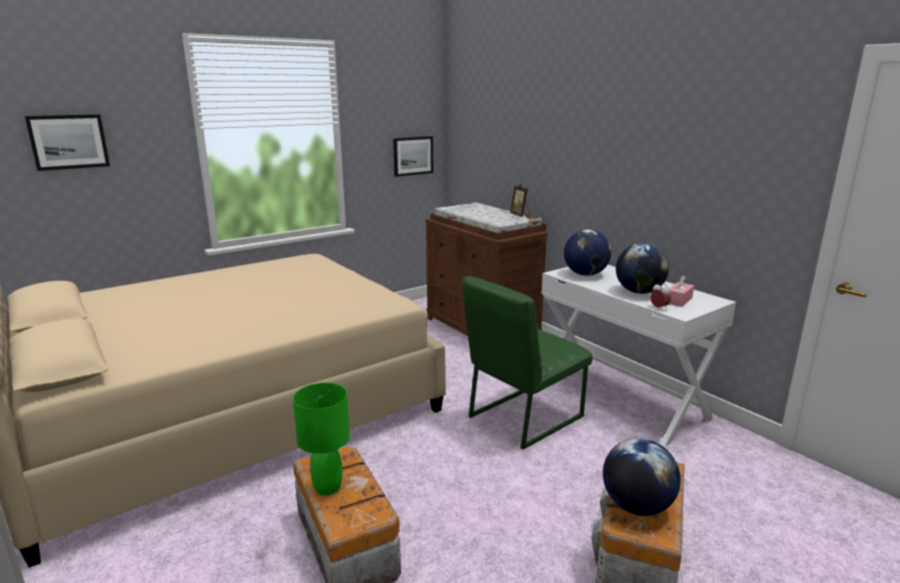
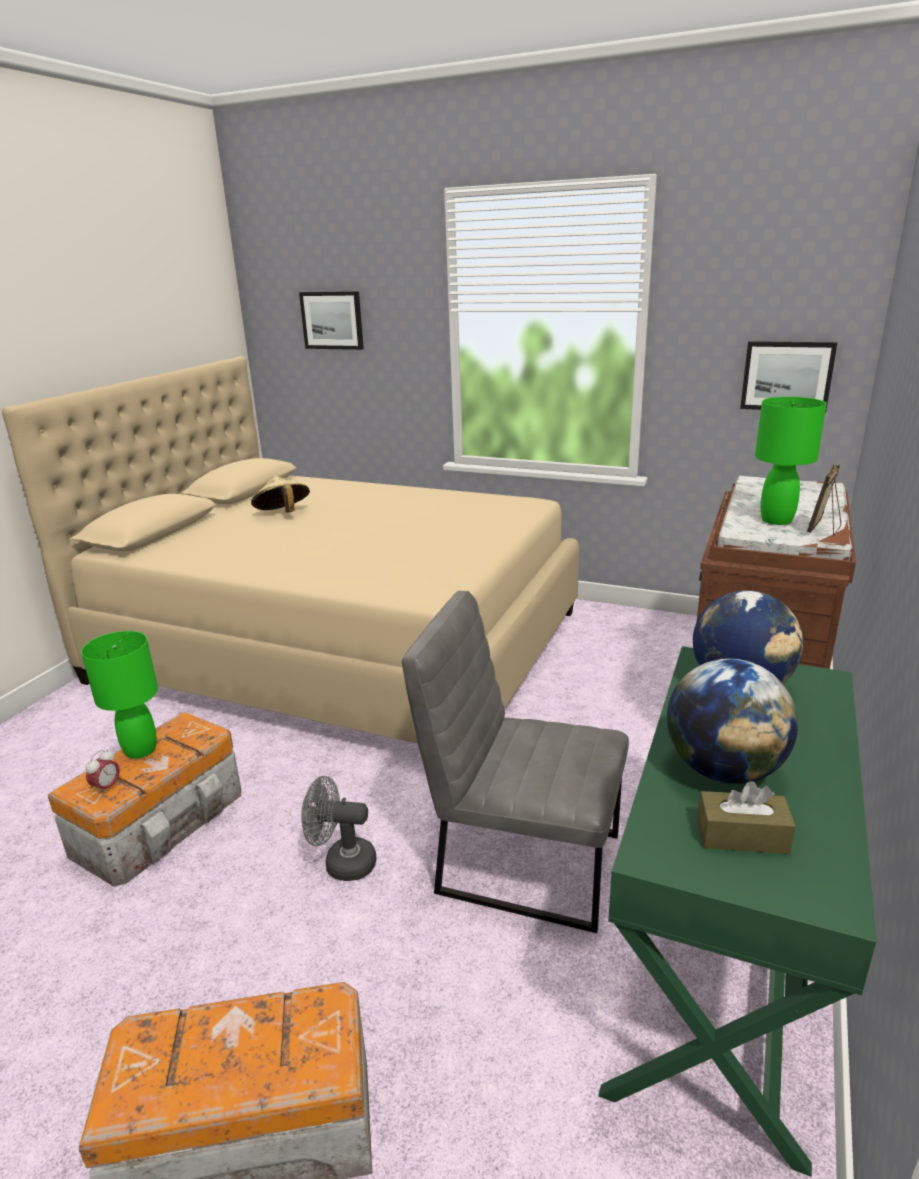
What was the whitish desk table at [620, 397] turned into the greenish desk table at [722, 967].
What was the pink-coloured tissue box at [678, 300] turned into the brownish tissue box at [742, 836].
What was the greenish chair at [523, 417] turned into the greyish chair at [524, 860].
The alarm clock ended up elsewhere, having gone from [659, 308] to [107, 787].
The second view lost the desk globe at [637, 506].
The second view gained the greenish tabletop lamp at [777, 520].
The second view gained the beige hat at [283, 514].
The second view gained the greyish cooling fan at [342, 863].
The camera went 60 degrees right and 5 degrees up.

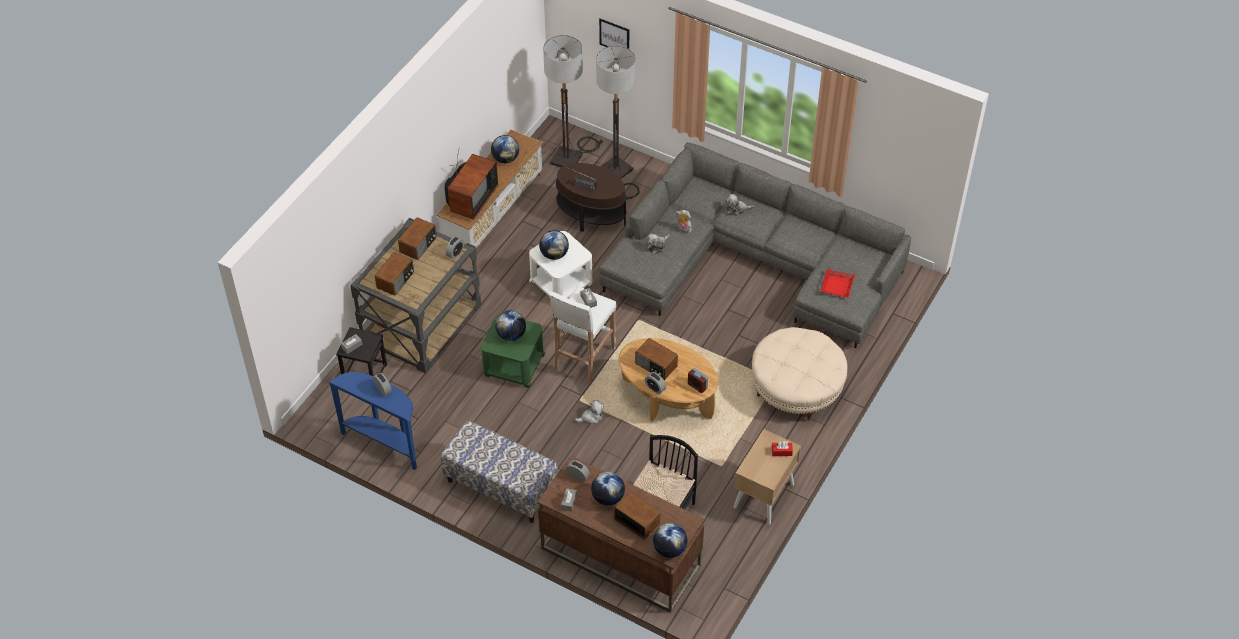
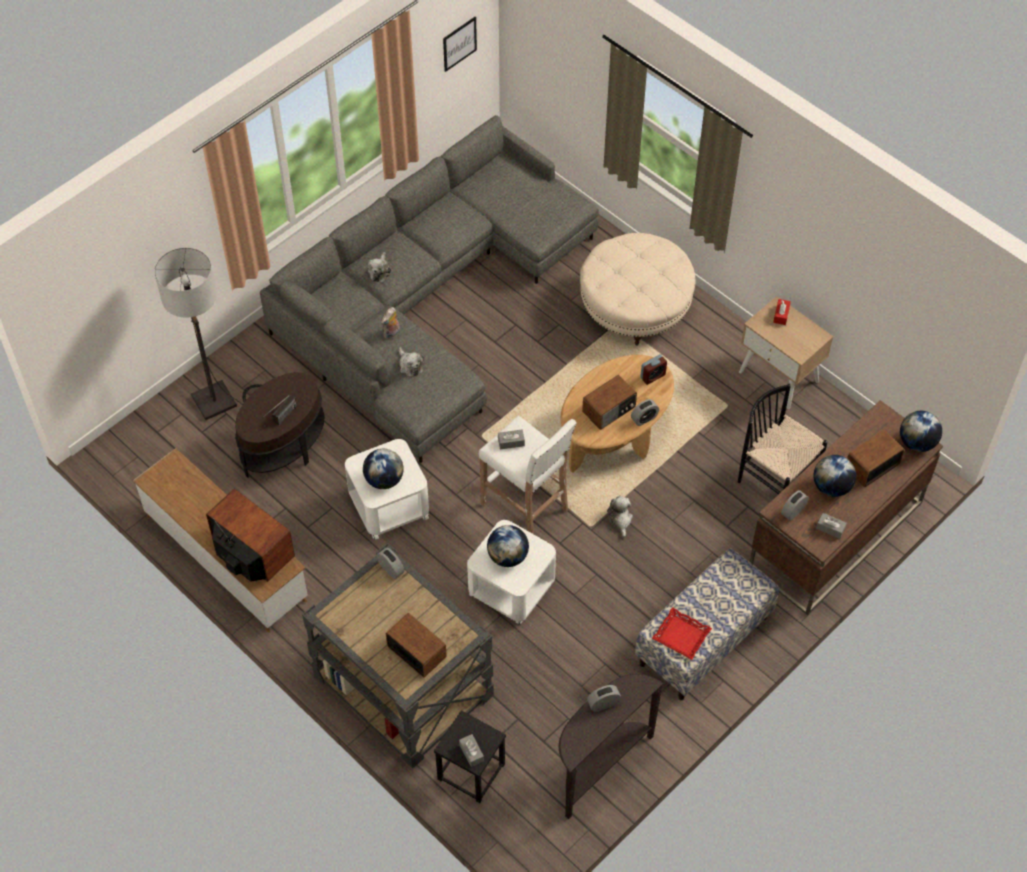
The wall art ended up elsewhere, having gone from [614, 36] to [459, 43].
The second view lost the standing lamp at [573, 155].
The second view lost the desk globe at [505, 159].
The second view lost the radio at [419, 245].
The red-coloured carrying tray ended up elsewhere, having gone from [836, 285] to [681, 636].
What was the greenish end table at [513, 365] turned into the whitish end table at [511, 588].
What was the blue-coloured console table at [384, 443] turned into the brownish console table at [599, 766].
The camera went 75 degrees left and 5 degrees up.

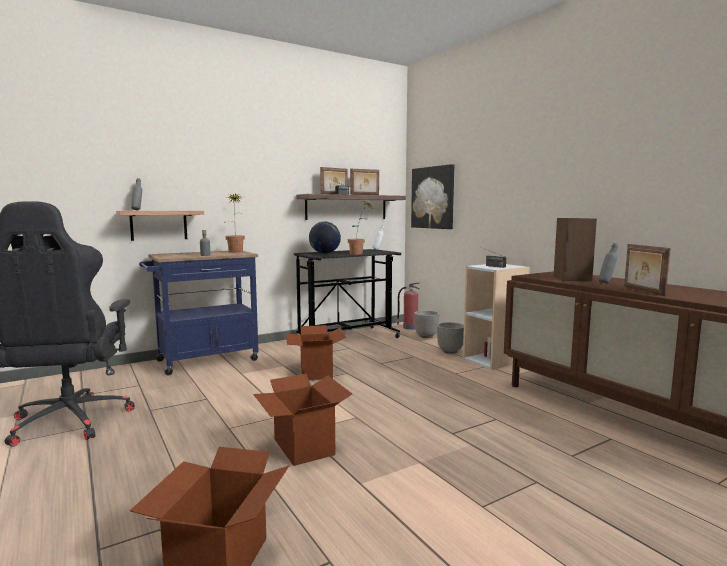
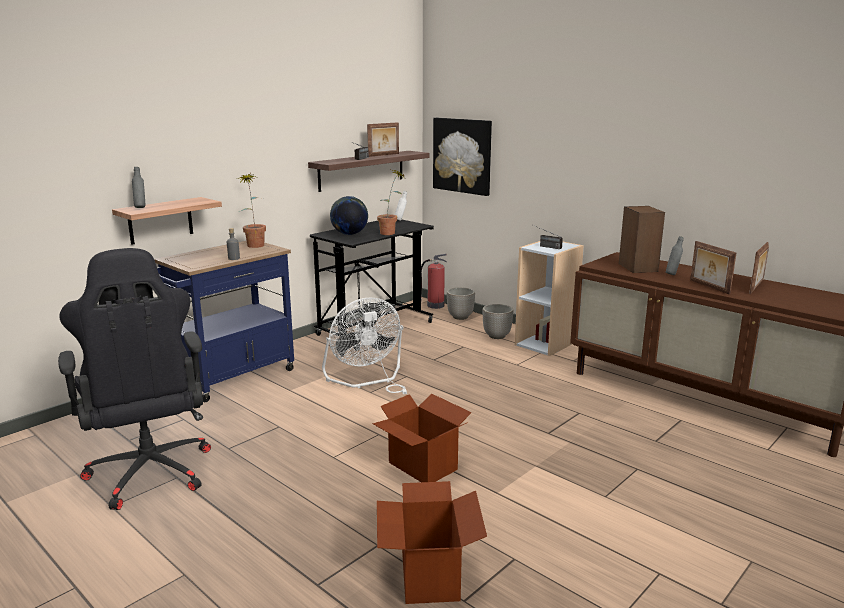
The photo frame ended up elsewhere, having gone from [334, 194] to [756, 287].
Where the packing box stood at [315, 372], the whitish cooling fan came to stand at [372, 379].
The camera went 15 degrees left and 10 degrees up.

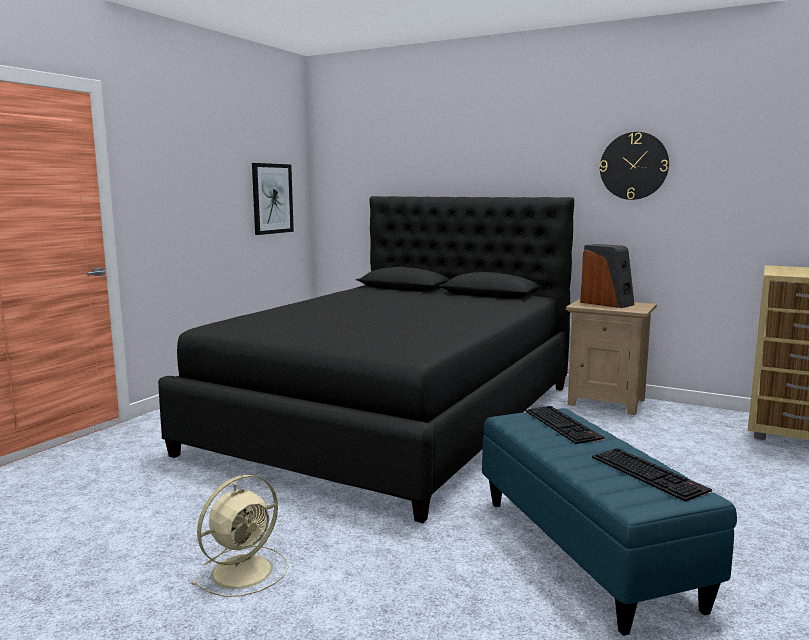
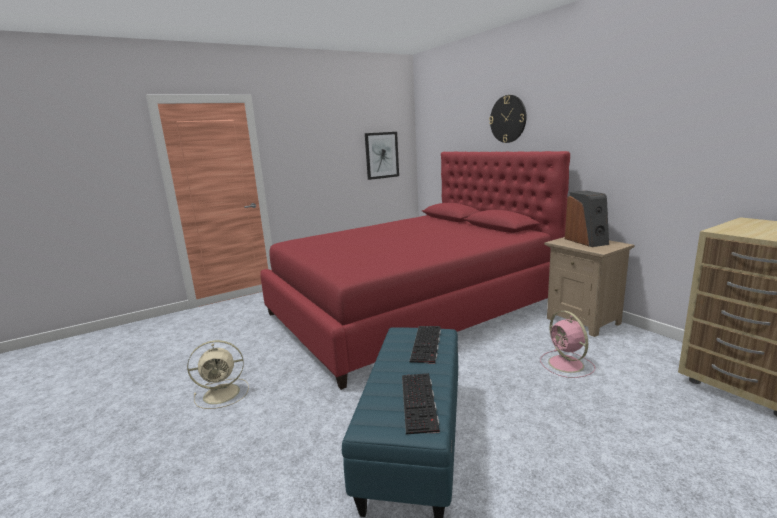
The wall clock ended up elsewhere, having gone from [634, 166] to [508, 119].
What was the black bedroom bed at [394, 417] turned into the red-coloured bedroom bed at [412, 309].
The second view gained the pink-coloured cooling fan at [567, 364].
The camera went 30 degrees right and 5 degrees up.

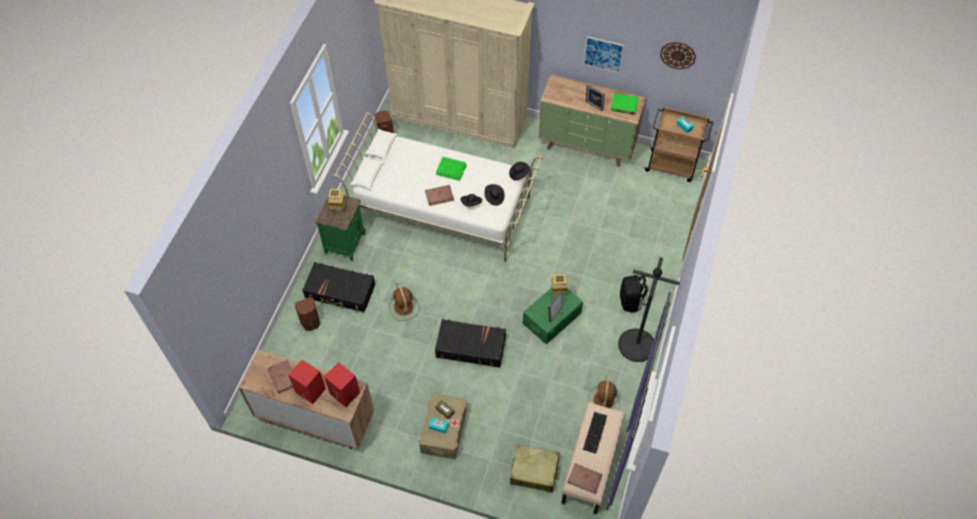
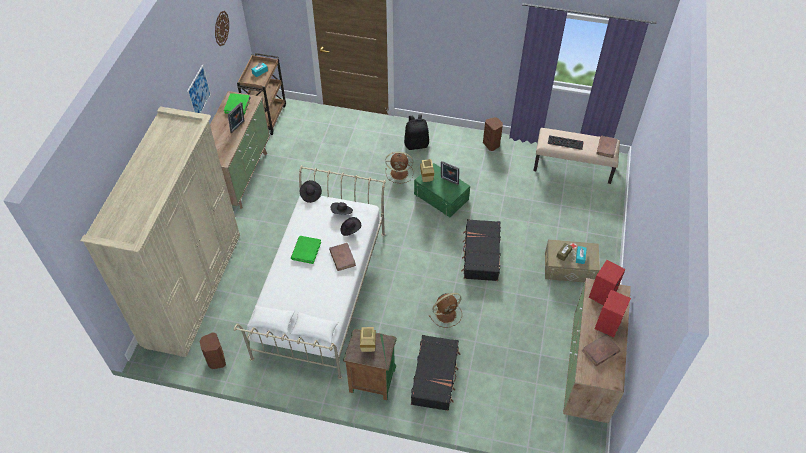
The second view lost the black garment stand at [636, 345].
The brownish speaker ended up elsewhere, having gone from [311, 323] to [492, 144].
The brownish cooling fan ended up elsewhere, having gone from [603, 401] to [400, 173].
The second view lost the beige suitcase at [534, 471].
The camera went 95 degrees left and 5 degrees down.

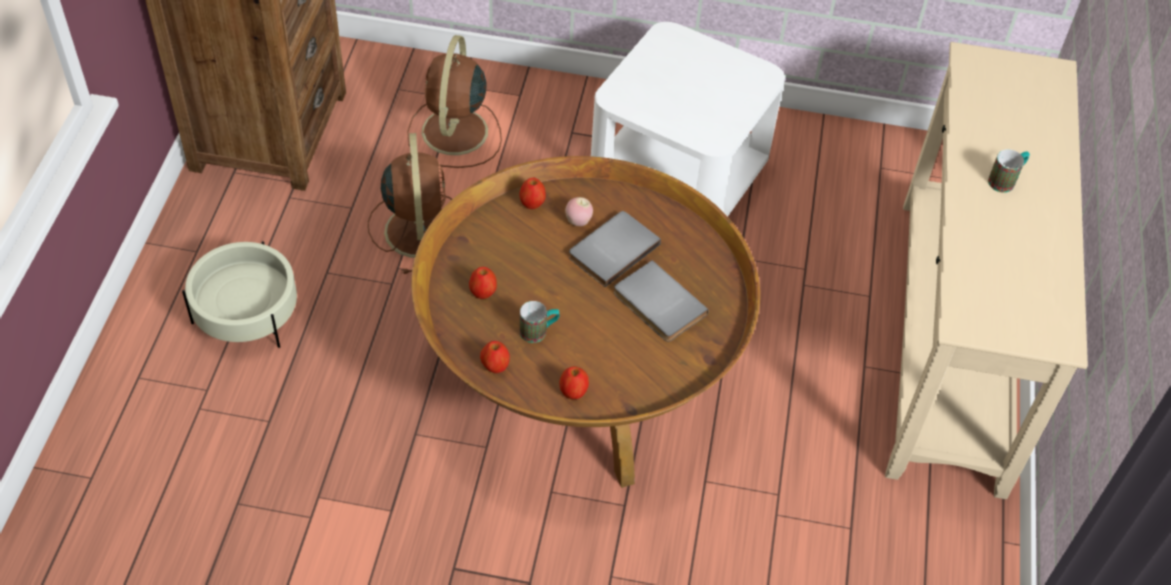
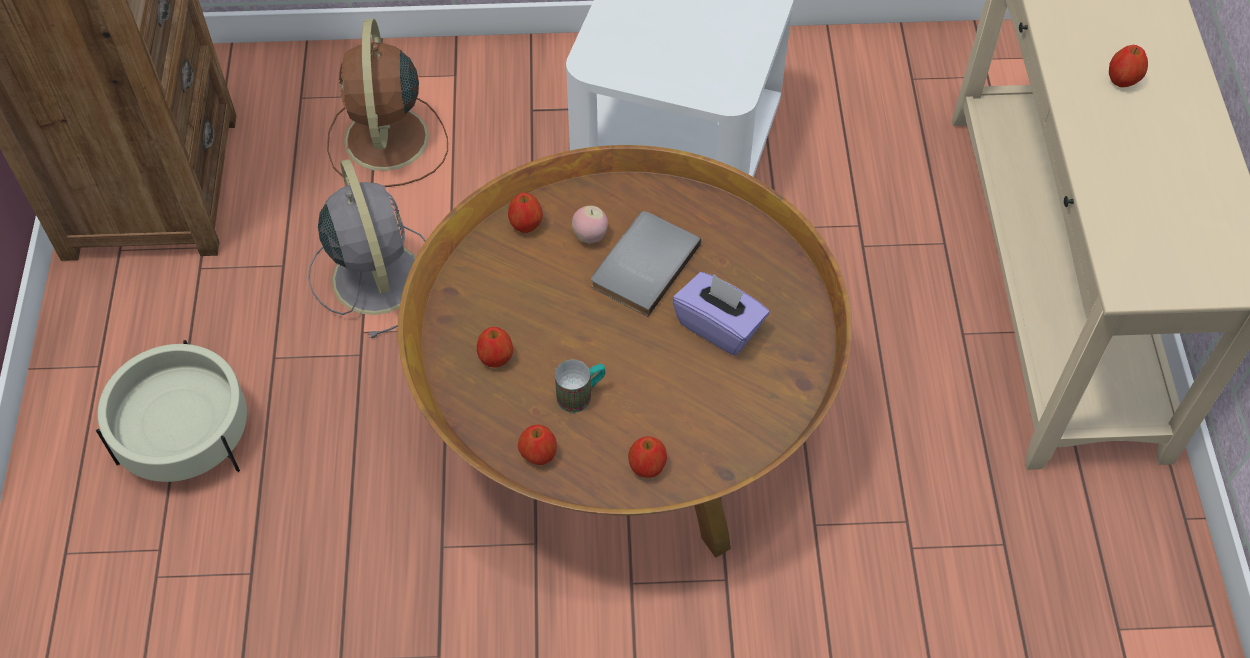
What was the brownish cooling fan at [419, 228] turned into the greyish cooling fan at [375, 274].
Where the coffee mug stood at [1006, 180], the apple fruit came to stand at [1122, 81].
Where the greyish bound book stood at [657, 305], the purplish tissue box came to stand at [719, 326].
The camera went 10 degrees left and 5 degrees up.

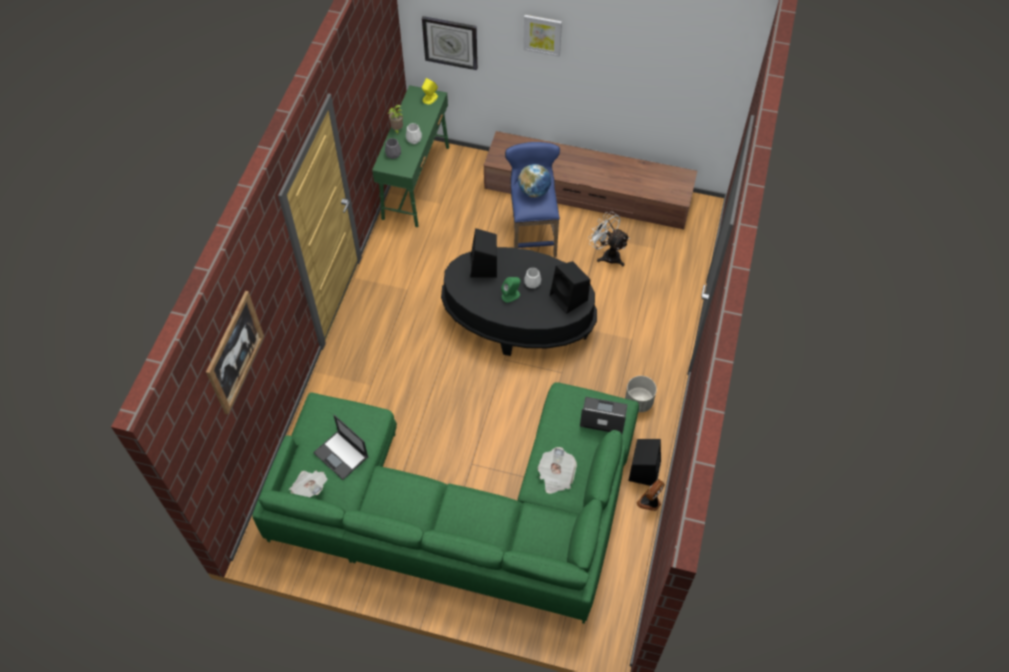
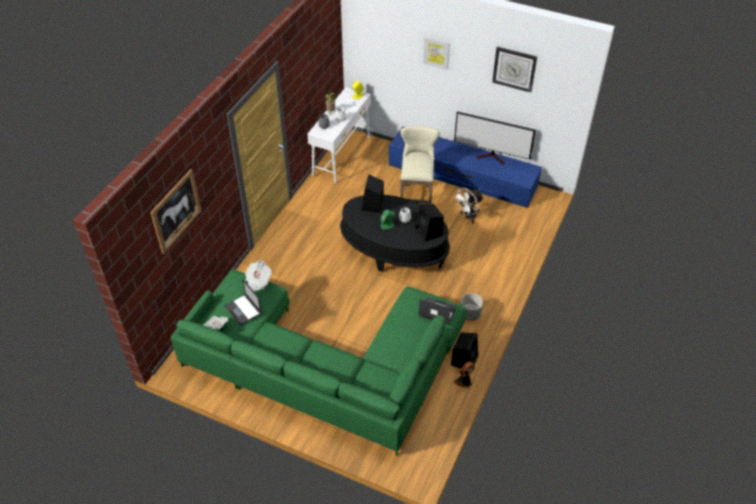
The wall clock ended up elsewhere, having gone from [450, 42] to [514, 69].
What was the greenish console table at [417, 182] turned into the whitish console table at [342, 156].
What was the brownish tv unit at [588, 191] turned into the blue-coloured tv unit at [462, 175].
What was the blue-coloured sitting stool at [532, 233] turned into the beige sitting stool at [416, 197].
The second view lost the desk globe at [534, 191].
The whitish cooling fan at [607, 254] ended up facing another way, 90 degrees counterclockwise from before.
The daily paper ended up elsewhere, having gone from [556, 476] to [258, 281].
The second view gained the TV at [492, 157].
The camera went 10 degrees right and 10 degrees down.

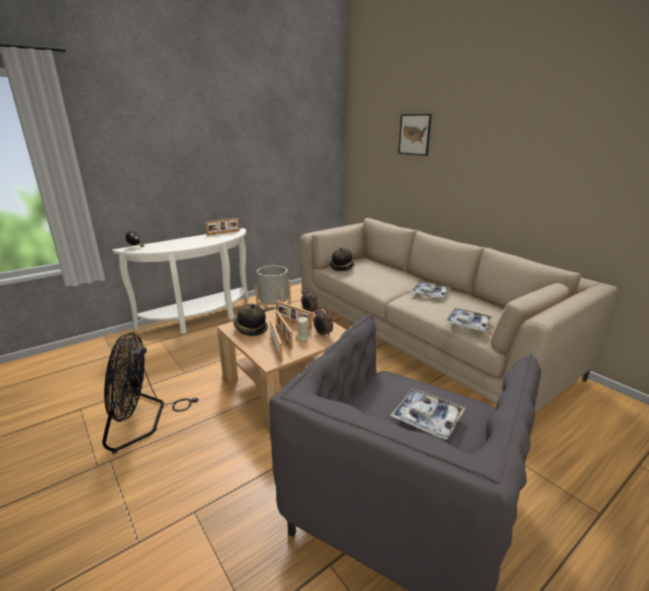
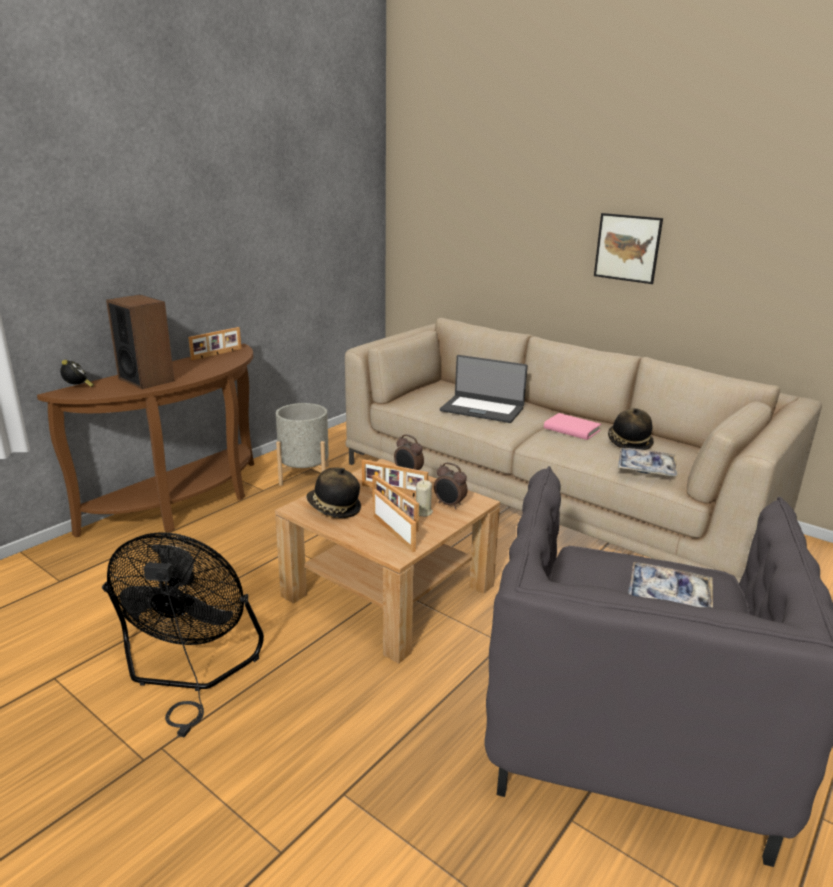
The wall art ended up elsewhere, having gone from [414, 134] to [627, 248].
What was the whitish console table at [201, 319] turned into the brownish console table at [186, 504].
The hat ended up elsewhere, having gone from [342, 267] to [629, 443].
Where the carrying tray stood at [430, 293], the pink-coloured bound book came to stand at [571, 429].
The black cooling fan at [146, 417] ended up facing another way, 120 degrees clockwise from before.
The second view gained the speaker at [146, 379].
The second view gained the laptop at [482, 409].
The camera went 15 degrees left and 0 degrees up.

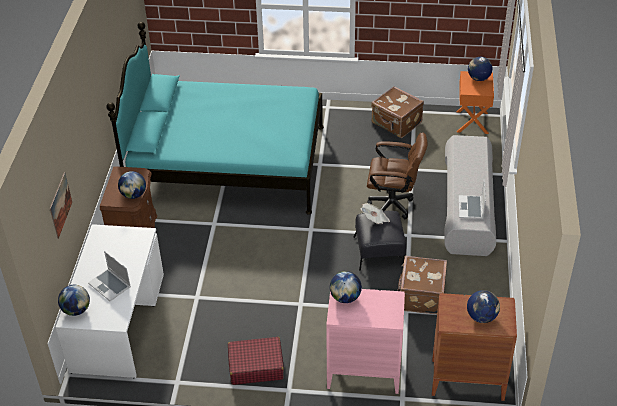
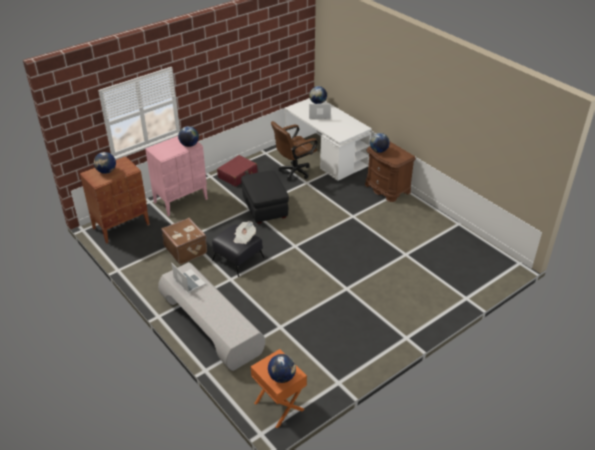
The second view lost the blue-green bedroom bed at [228, 163].
The second view lost the brownish suitcase at [396, 123].
The brownish computer chair ended up elsewhere, having gone from [394, 206] to [293, 173].
The second view lost the wall art at [60, 205].
The second view gained the black footrest at [265, 207].
The camera went 135 degrees right and 5 degrees down.

